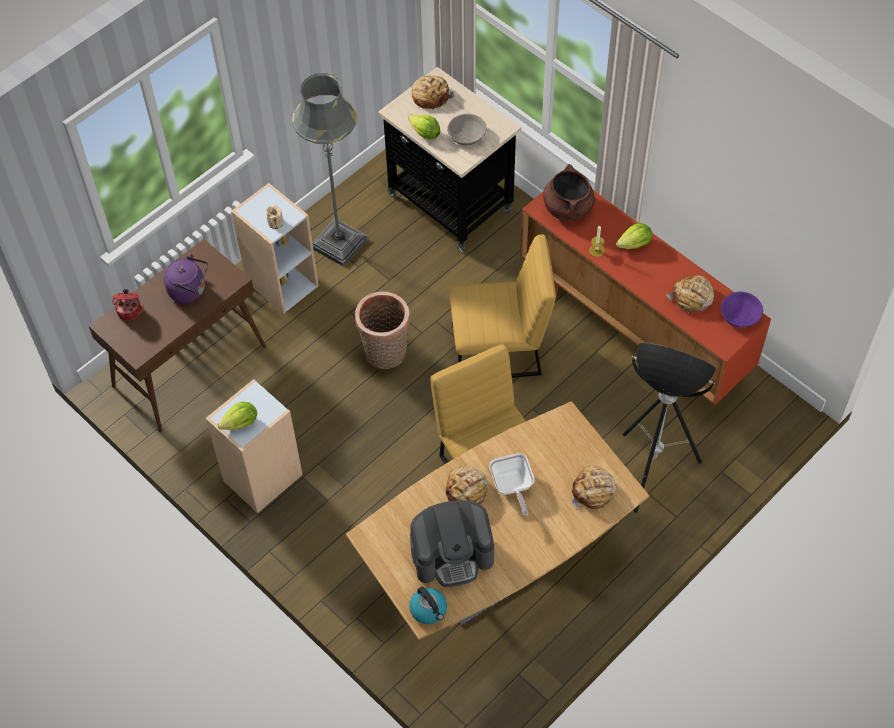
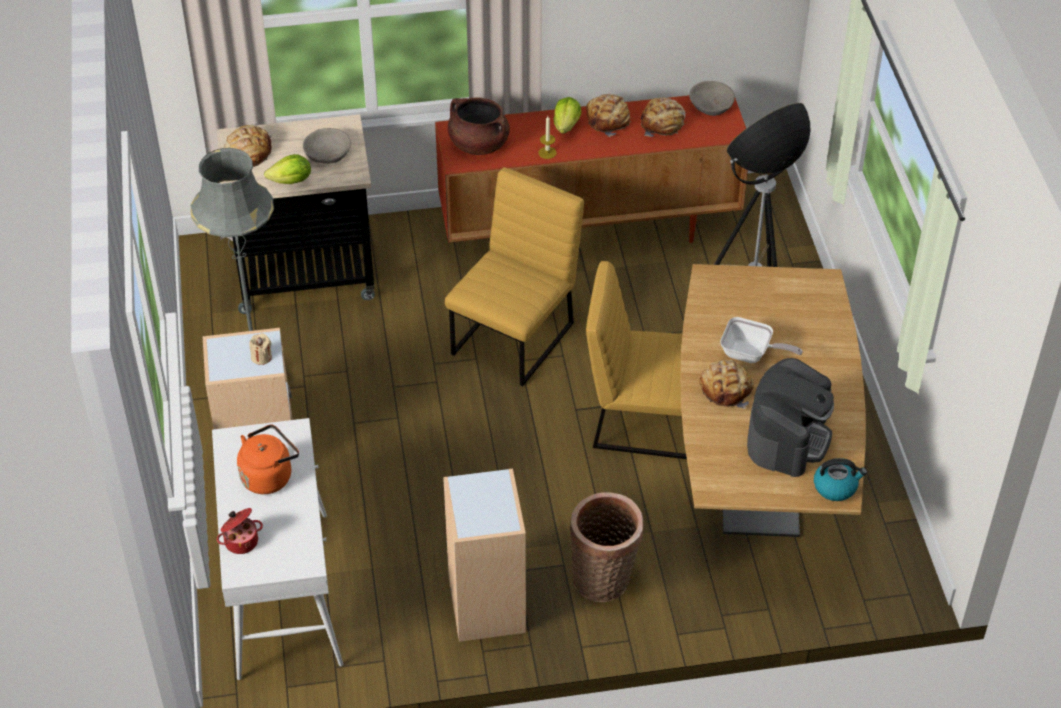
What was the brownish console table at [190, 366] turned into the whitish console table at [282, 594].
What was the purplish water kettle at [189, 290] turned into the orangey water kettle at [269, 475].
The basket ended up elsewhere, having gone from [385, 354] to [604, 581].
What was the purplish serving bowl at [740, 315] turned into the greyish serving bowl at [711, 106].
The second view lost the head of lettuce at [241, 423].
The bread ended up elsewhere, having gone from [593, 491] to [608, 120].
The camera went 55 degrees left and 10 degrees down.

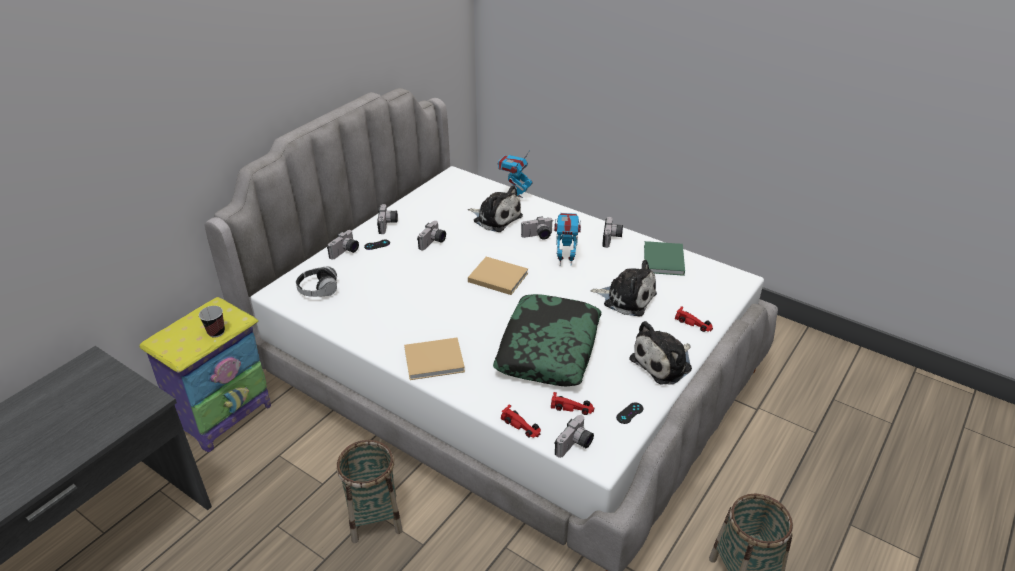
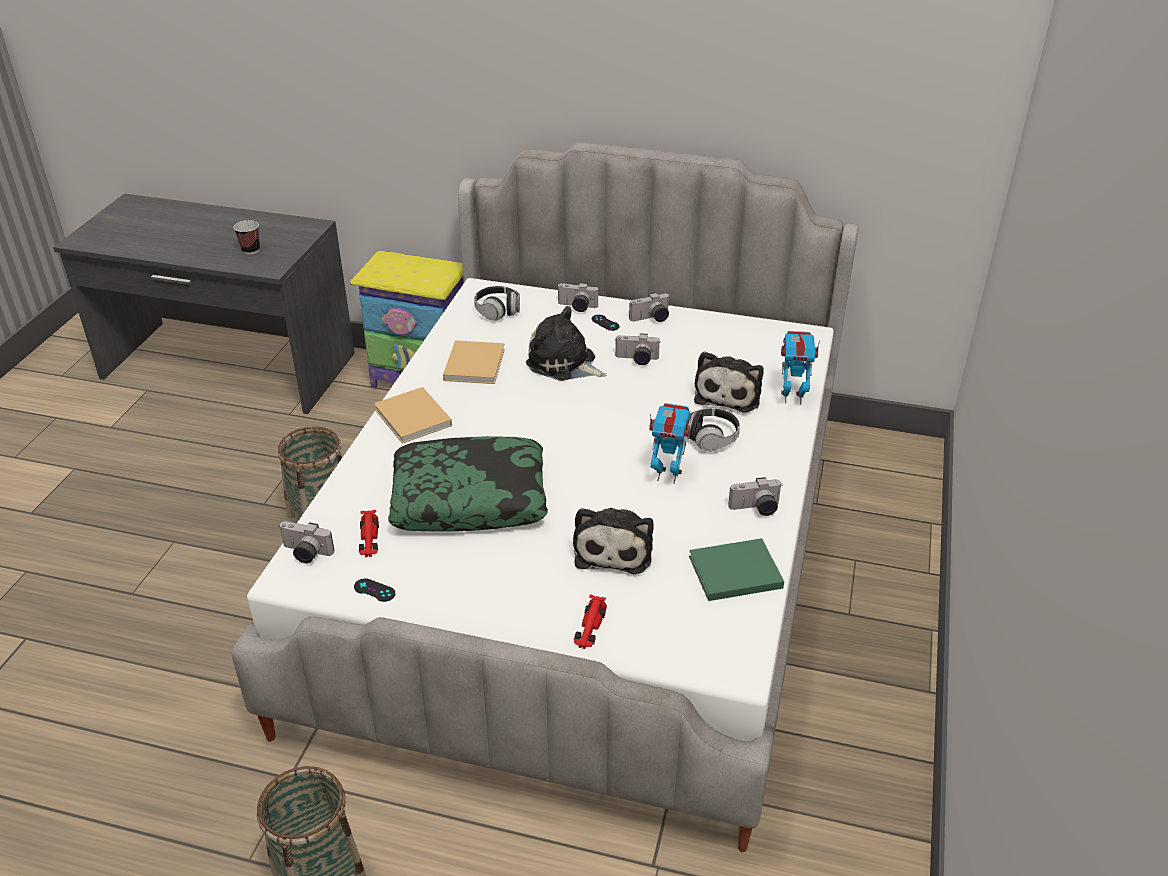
The robot figure at [565, 261] ended up facing another way, 60 degrees counterclockwise from before.
Where the photo camera stood at [538, 236], the pair of headphones came to stand at [711, 438].
The beige bound book ended up elsewhere, having gone from [496, 277] to [475, 363].
The cup ended up elsewhere, having gone from [216, 332] to [251, 250].
The cuddly toy ended up elsewhere, having gone from [664, 363] to [564, 364].
The second view lost the red-coloured toy car at [521, 426].
The camera went 70 degrees right and 0 degrees up.

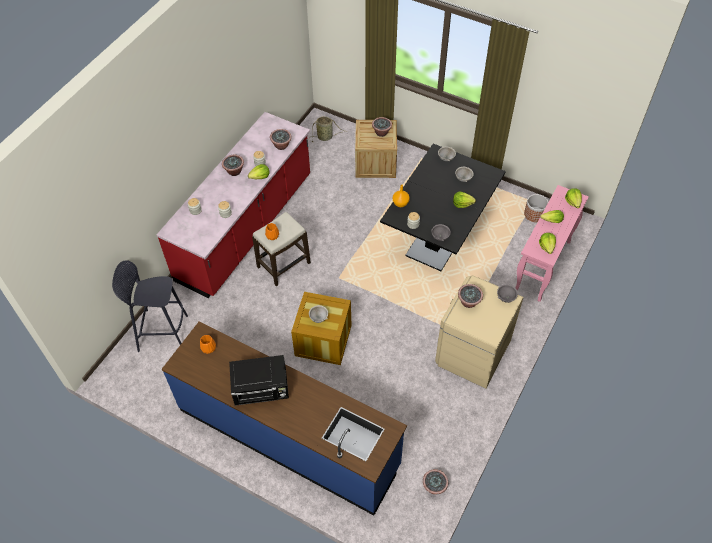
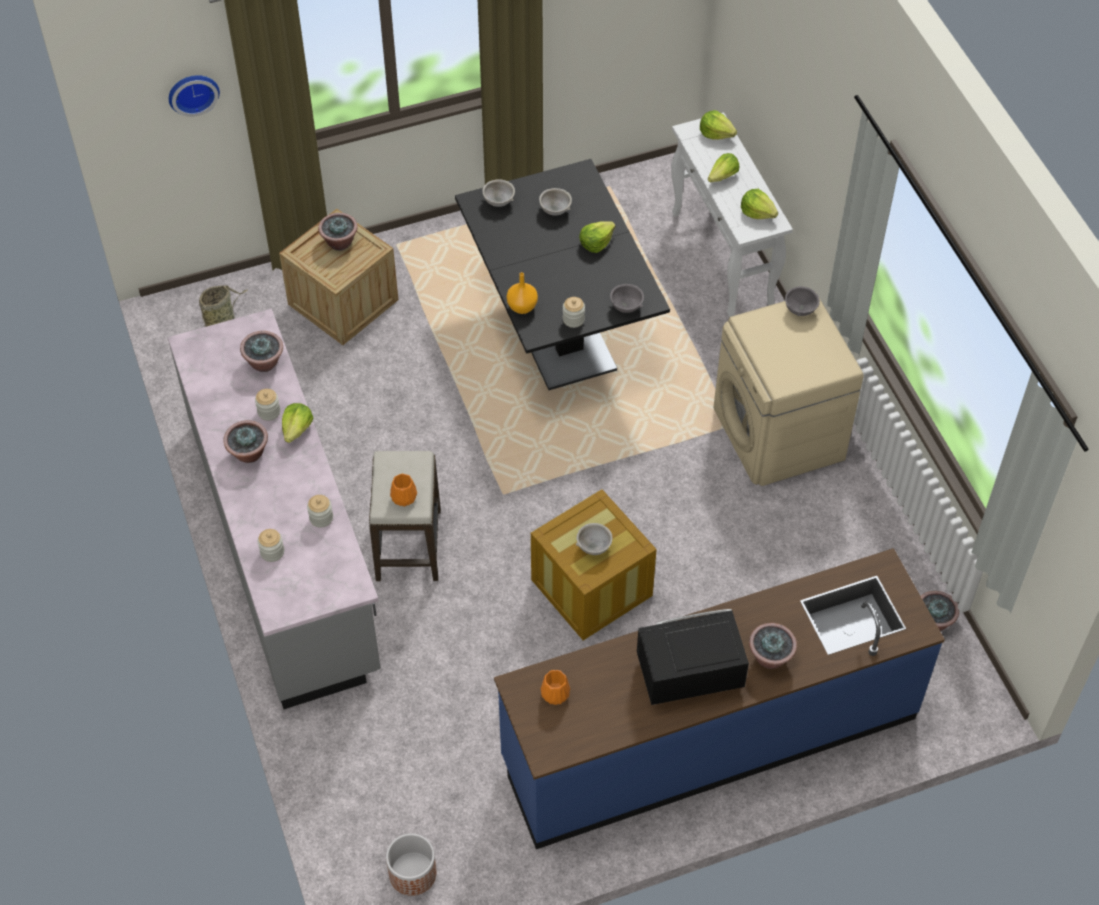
What was the red-coloured kitchen base unit at [246, 228] turned into the greyish kitchen base unit at [285, 545].
What was the pink-coloured console table at [542, 266] turned into the whitish console table at [723, 259].
The plant pot ended up elsewhere, having gone from [534, 214] to [412, 874].
The second view lost the greyish sitting stool at [161, 330].
The houseplant ended up elsewhere, having gone from [469, 302] to [770, 657].
The black microwave oven at [262, 389] ended up facing another way, 135 degrees counterclockwise from before.
The second view gained the wall clock at [192, 92].
The camera went 50 degrees left and 0 degrees up.

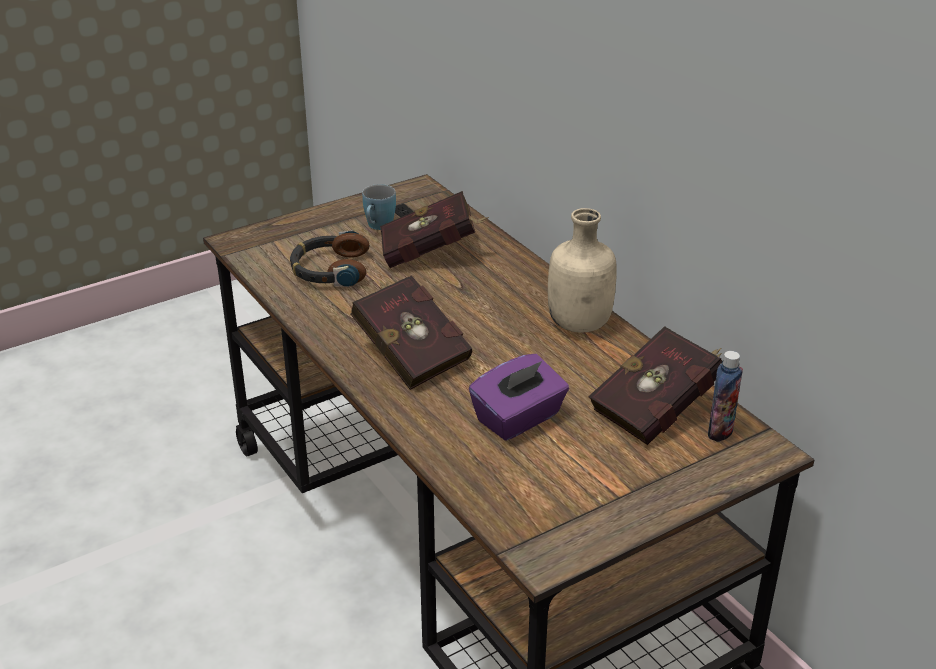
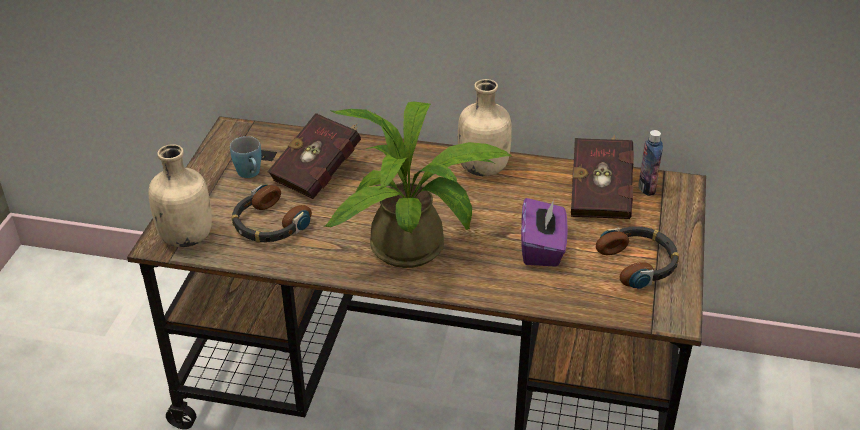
Where the red-coloured bound book stood at [410, 353], the houseplant came to stand at [417, 249].
The second view gained the beige bottle at [187, 236].
The second view gained the pair of headphones at [639, 263].
The camera went 45 degrees left and 5 degrees up.

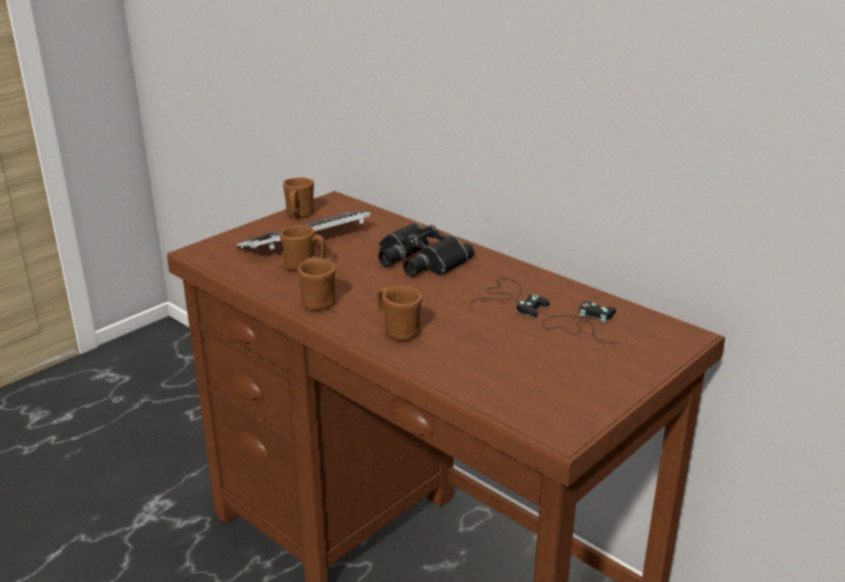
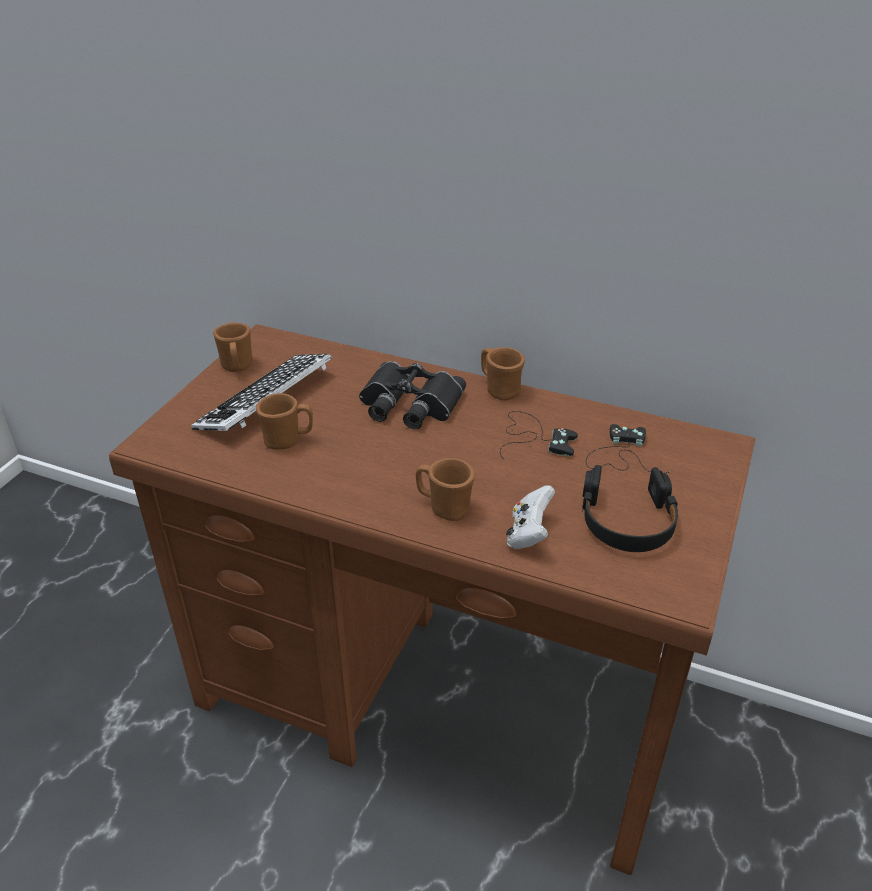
The brownish coffee mug ended up elsewhere, having gone from [317, 301] to [499, 389].
The second view gained the black pair of headphones at [627, 520].
The second view gained the whitish gamepad at [528, 534].
The camera went 20 degrees left and 10 degrees up.

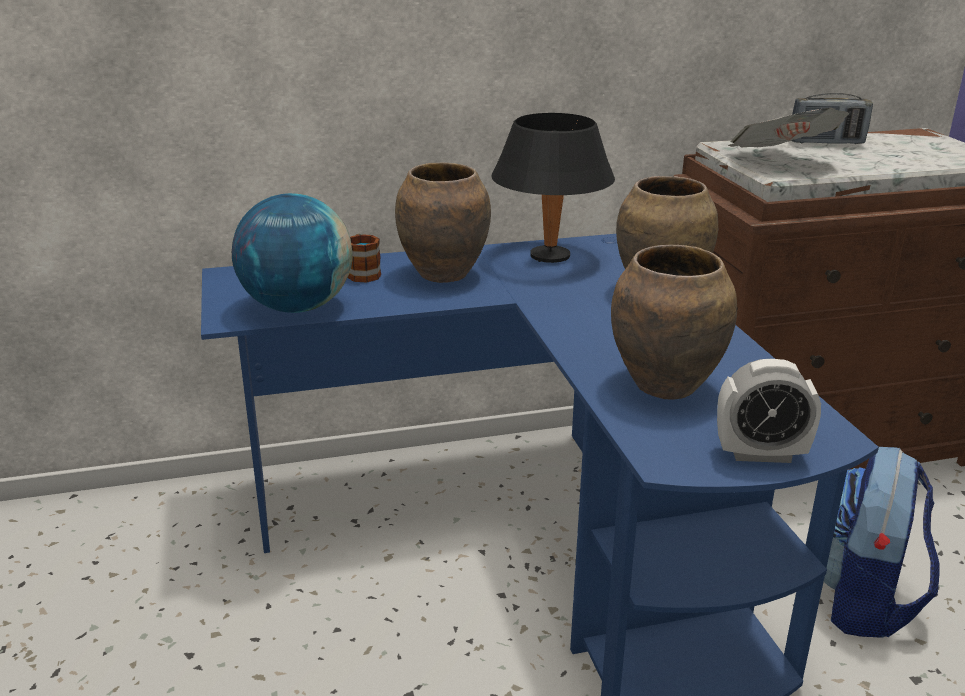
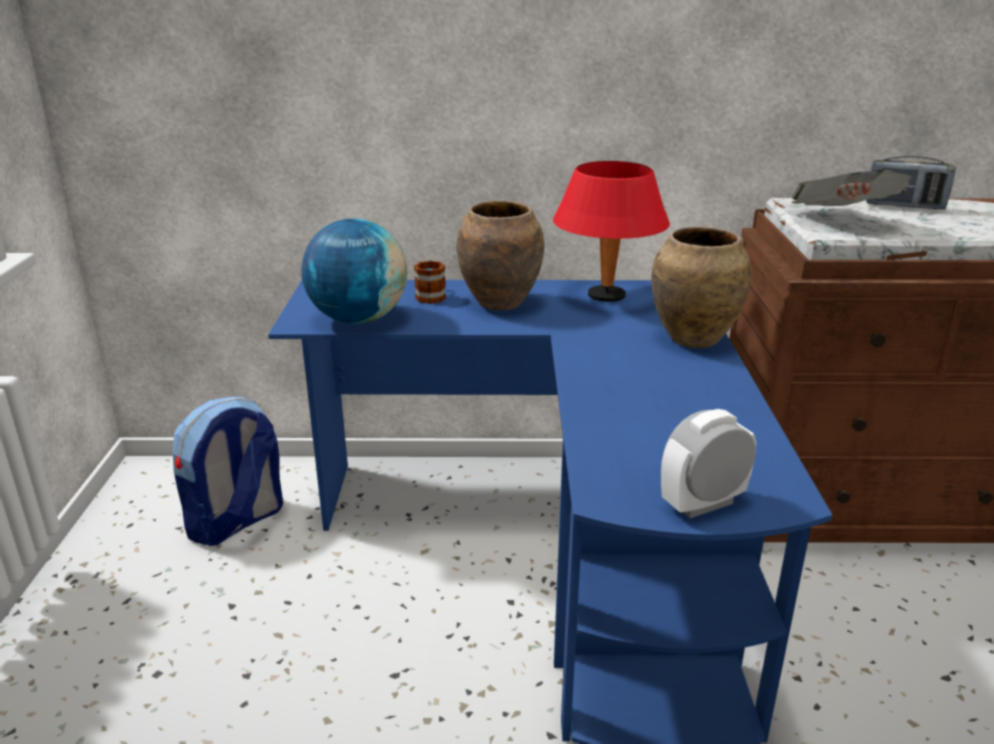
What was the black tabletop lamp at [549, 257] turned into the red-coloured tabletop lamp at [605, 297].
The second view lost the brownish decorative vase at [666, 386].
The alarm clock at [760, 454] ended up facing another way, 135 degrees clockwise from before.
The backpack ended up elsewhere, having gone from [864, 602] to [236, 522].
The camera went 15 degrees right and 0 degrees up.

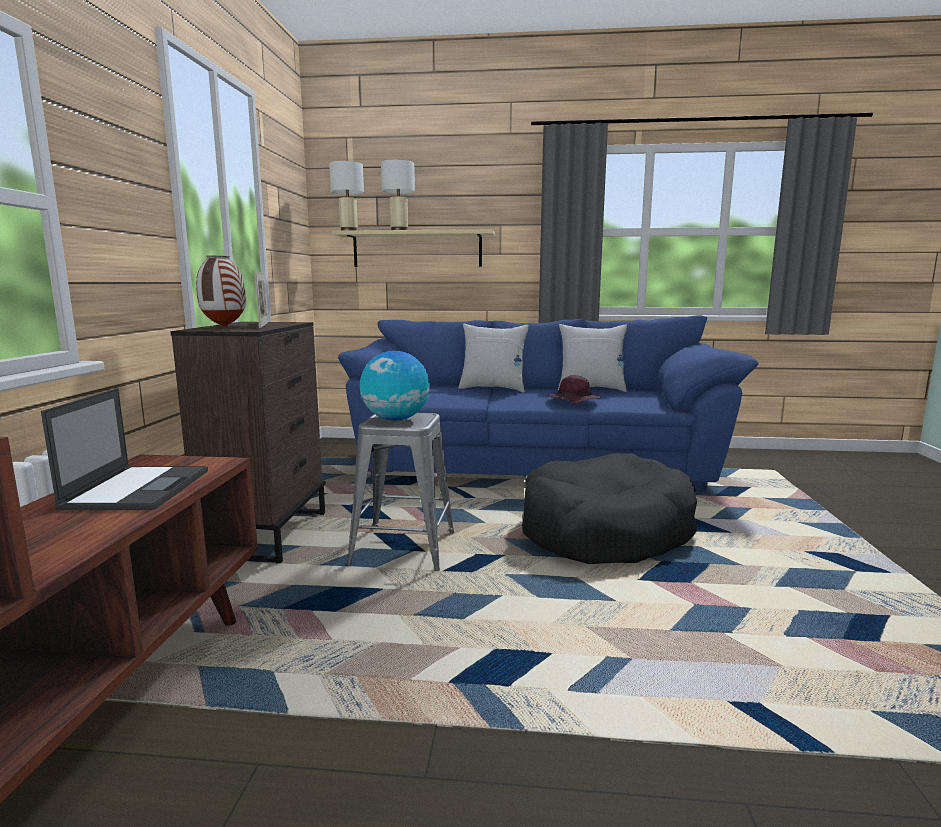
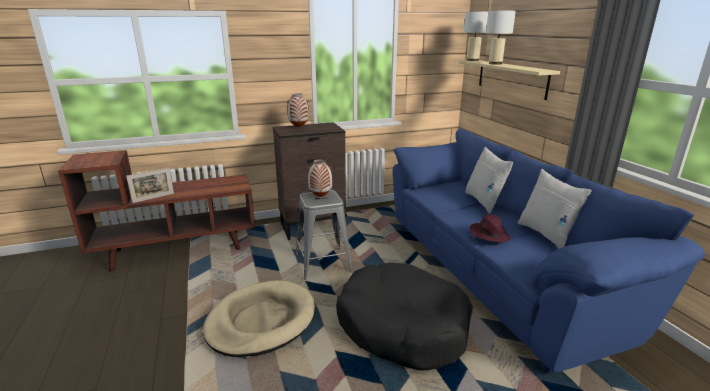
The photo frame ended up elsewhere, having gone from [263, 325] to [153, 198].
Where the desk globe stood at [395, 419], the decorative vase came to stand at [320, 197].
The second view lost the laptop at [139, 488].
The second view gained the beige dog bed at [261, 321].
The camera went 65 degrees right and 10 degrees up.

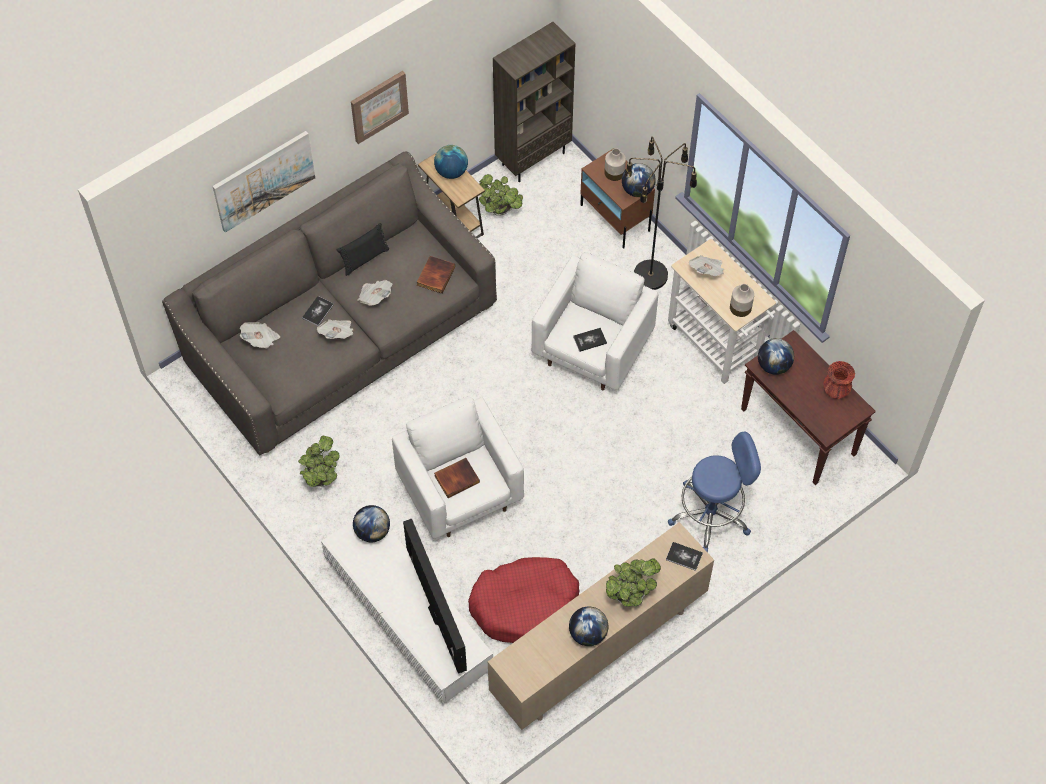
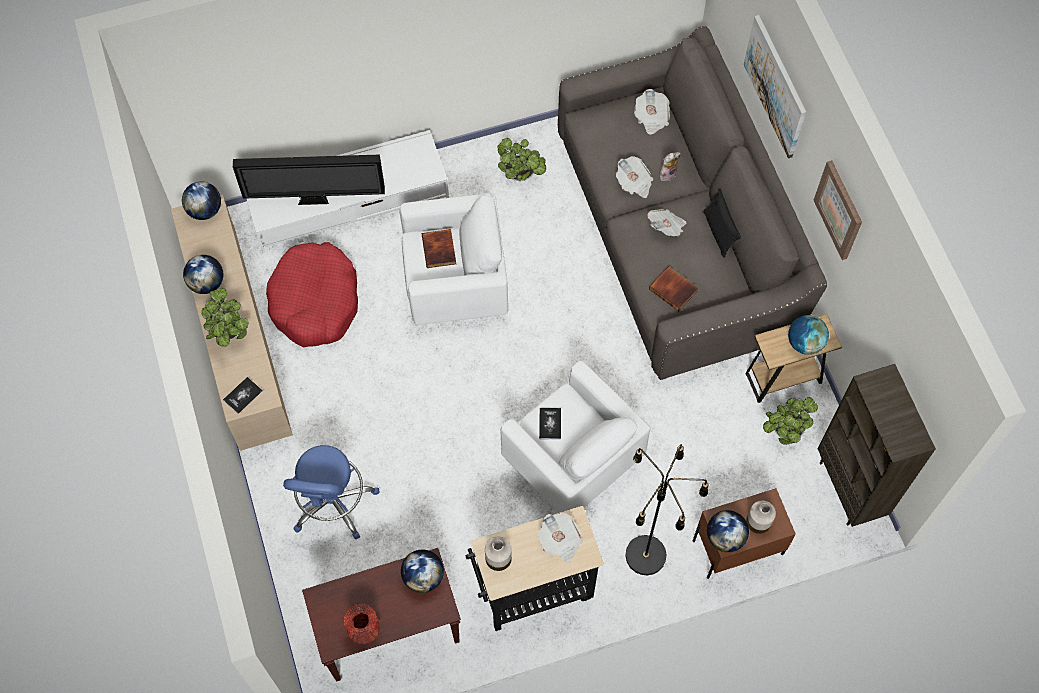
What was the whitish trolley at [715, 343] turned into the black trolley at [533, 590].
Where the bound book stood at [318, 311], the cuddly toy came to stand at [667, 173].
The desk globe ended up elsewhere, having gone from [372, 531] to [205, 210].
The camera went 110 degrees right and 5 degrees up.

